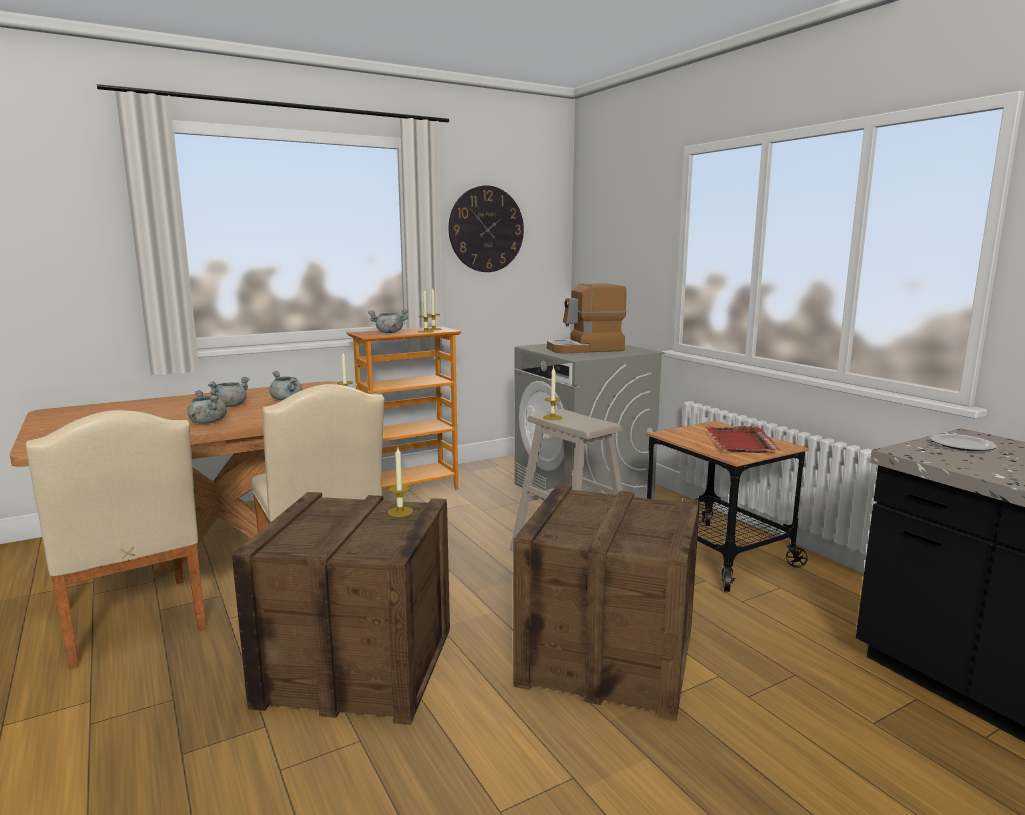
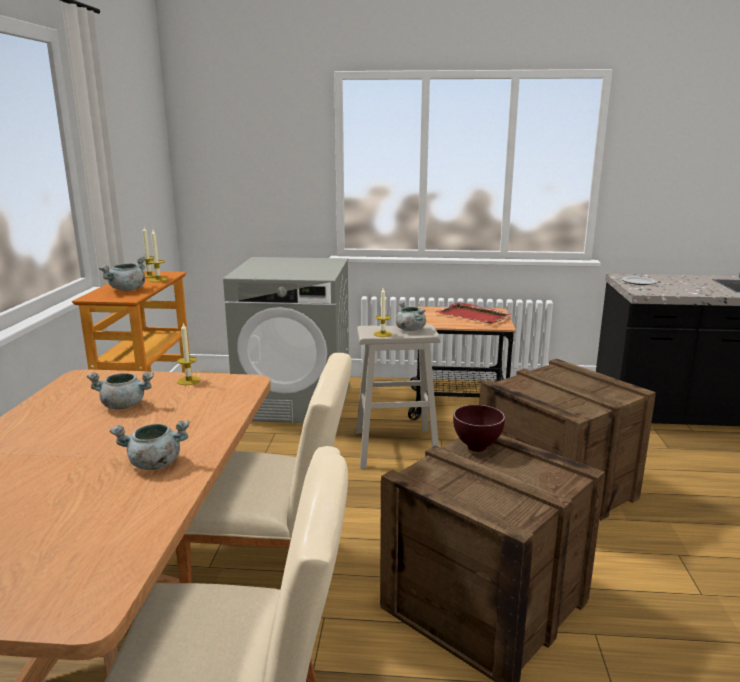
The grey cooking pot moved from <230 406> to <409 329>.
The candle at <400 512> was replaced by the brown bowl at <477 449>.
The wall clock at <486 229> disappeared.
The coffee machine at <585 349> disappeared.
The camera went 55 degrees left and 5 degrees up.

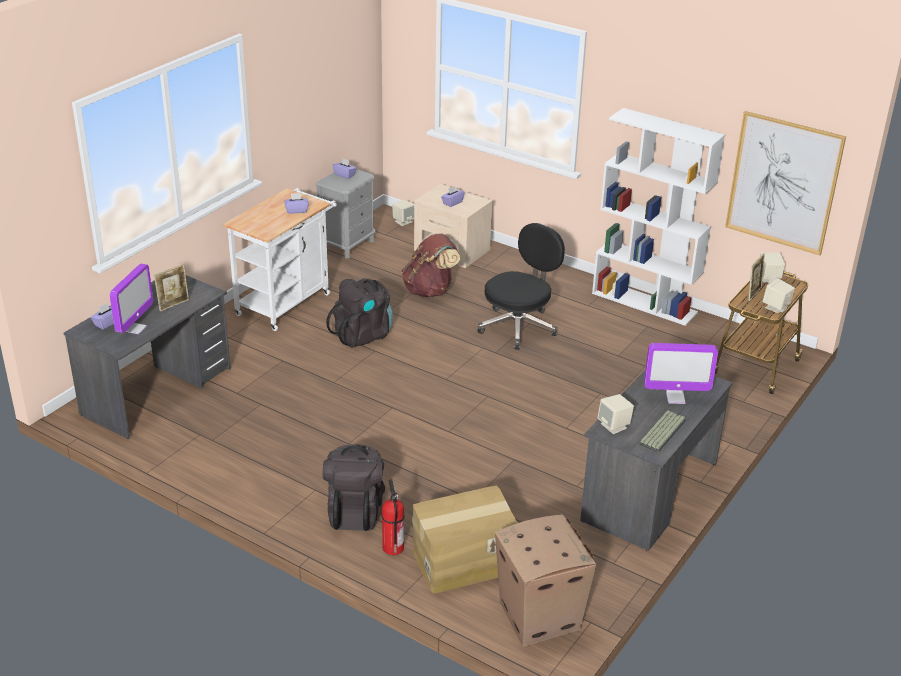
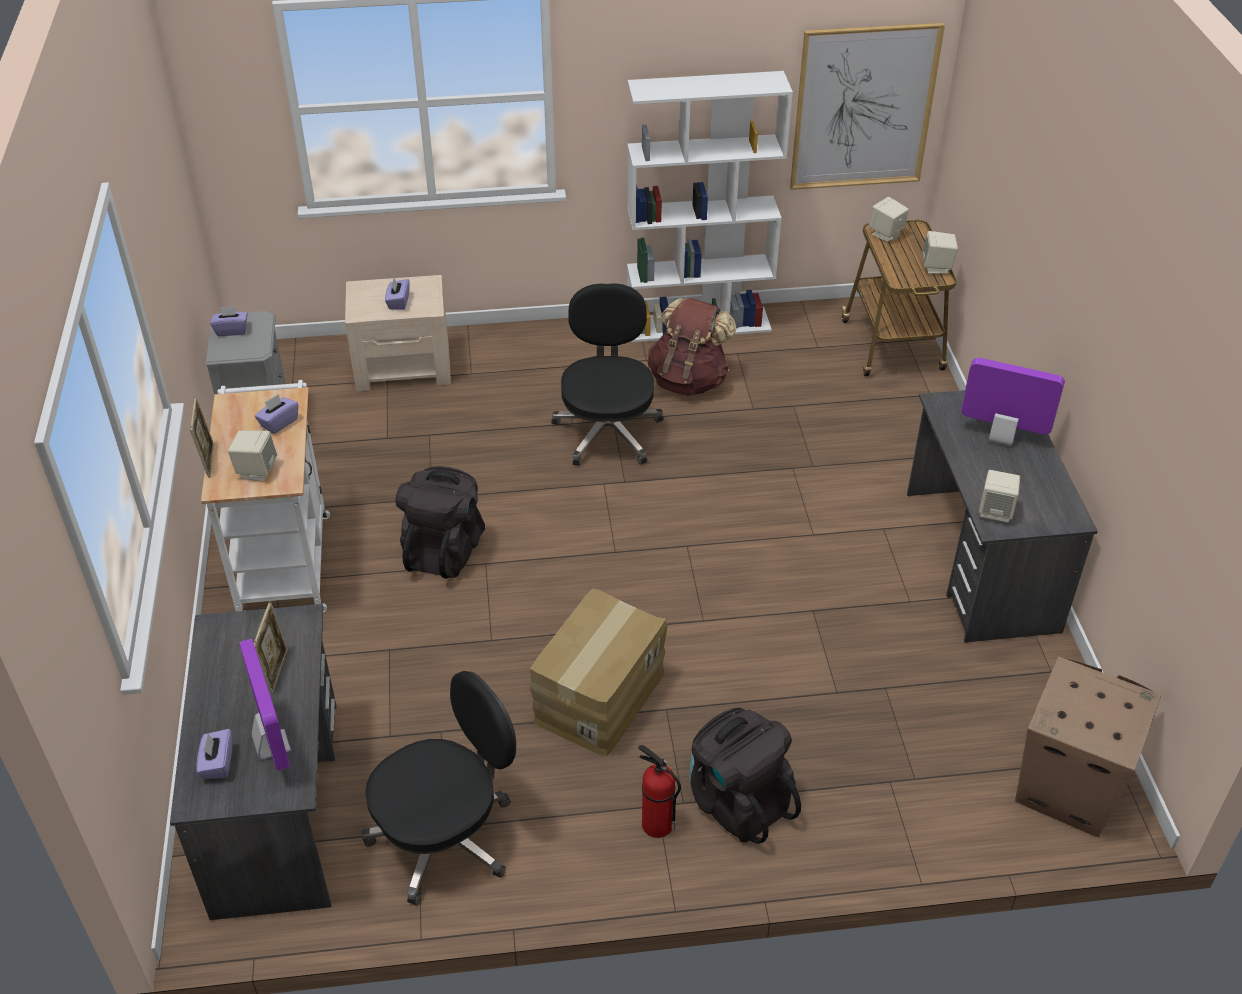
The fire extinguisher moved from <392 547> to <656 824>.
The beige speaker moved from <403 221> to <256 470>.
The brown backpack moved from <430 290> to <689 380>.
The cardboard box moved from <464 560> to <598 696>.
The keyboard at <663 432> disappeared.
The monitor at <675 398> turned 120 degrees counterclockwise.
The picture frame moved from <753 293> to <208 460>.
The black office chair at <446 837> appeared.
The camera went 40 degrees left and 10 degrees up.

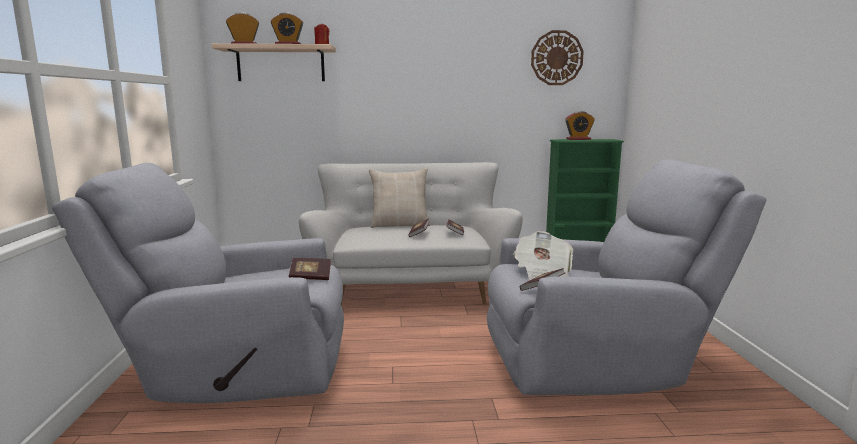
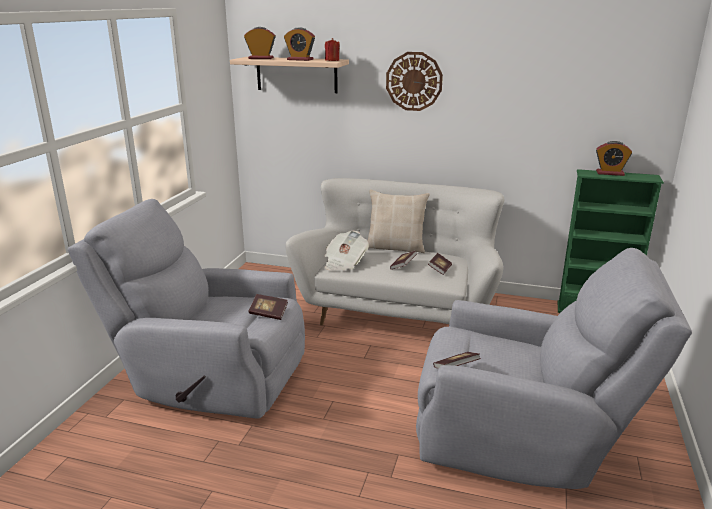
The newspaper moved from <542 273> to <344 263>.
The wall clock moved from <556 58> to <414 81>.
The camera went 20 degrees right and 10 degrees up.

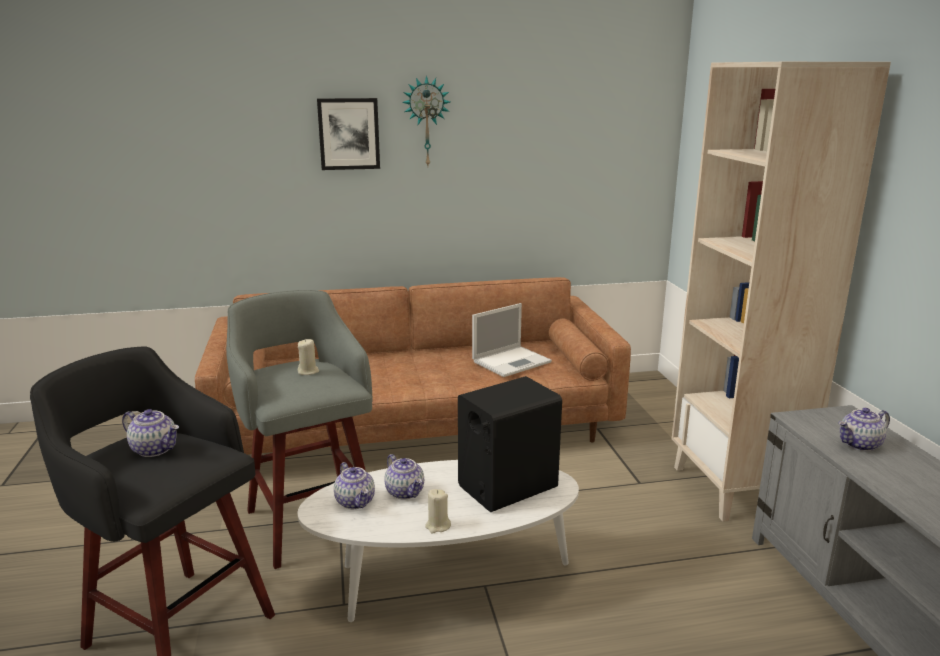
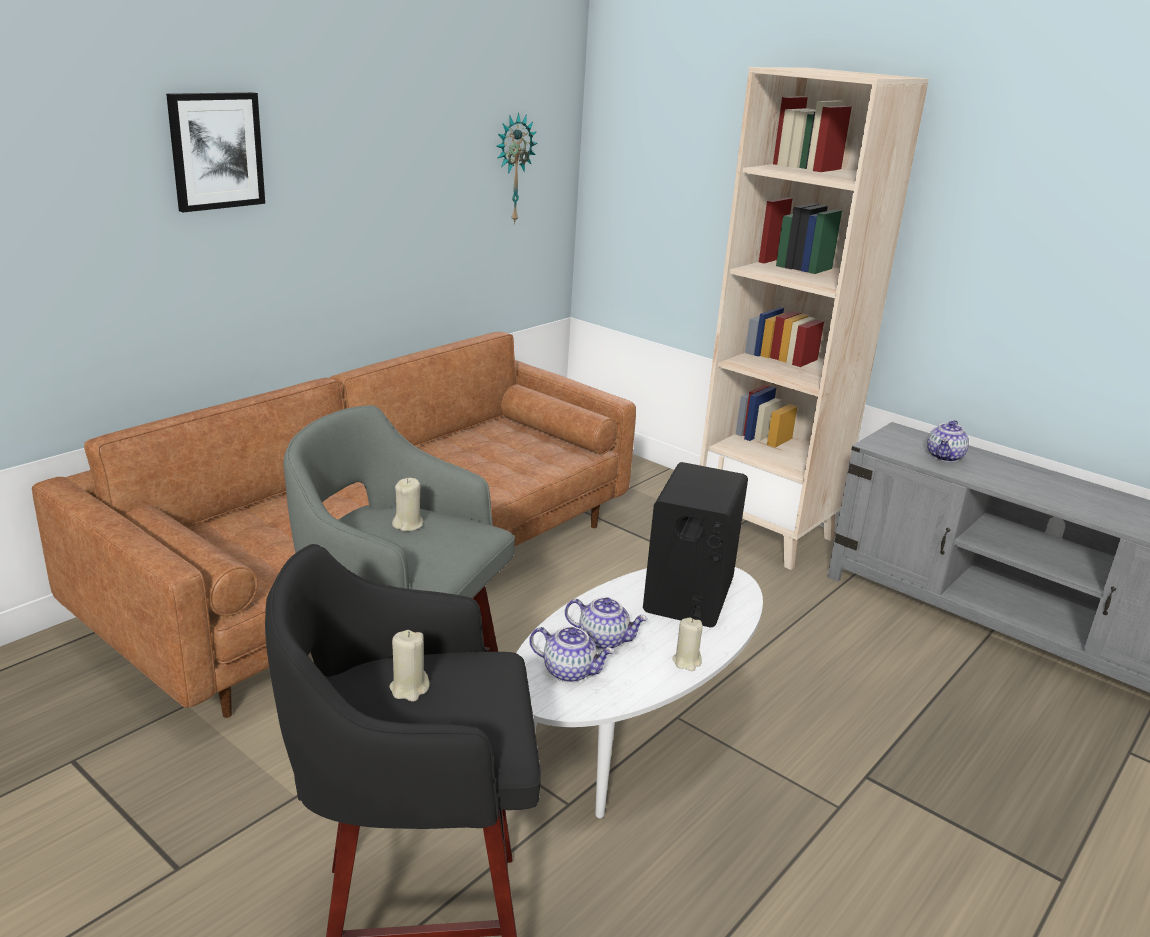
The teapot at <155 449> was replaced by the beige candle at <409 688>.
The wall clock moved from <426 122> to <513 169>.
The laptop at <512 361> disappeared.
The camera went 40 degrees left and 5 degrees up.

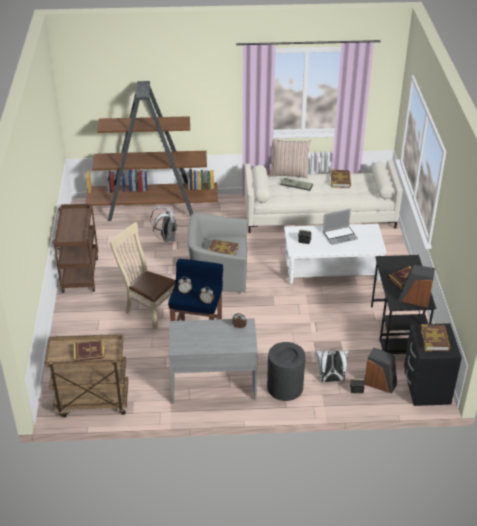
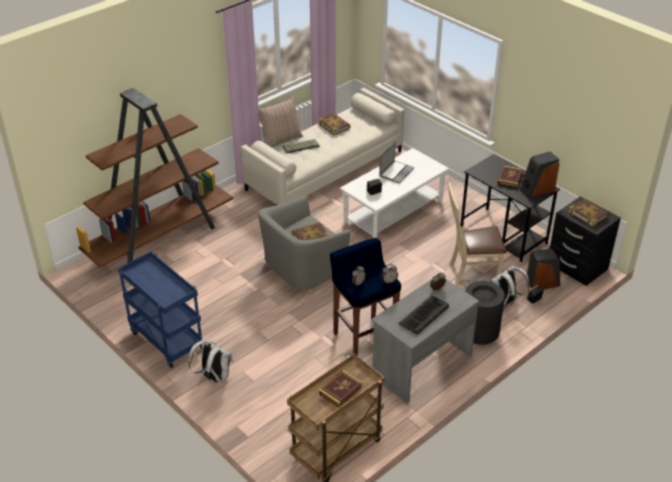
The brown cart at <80 274> became the blue cart at <165 340>.
The beige chair moved from <148 310> to <470 273>.
The white backpack moved from <166 238> to <213 377>.
The keyboard at <424 316> appeared.
The camera went 40 degrees left and 0 degrees up.

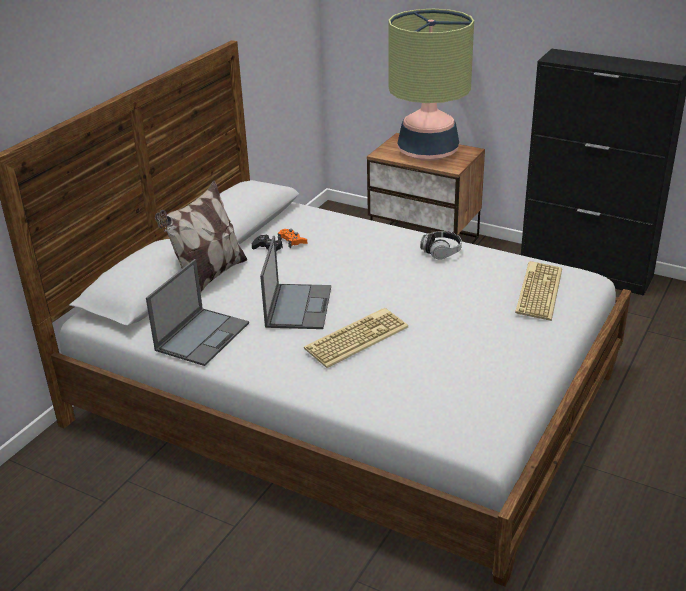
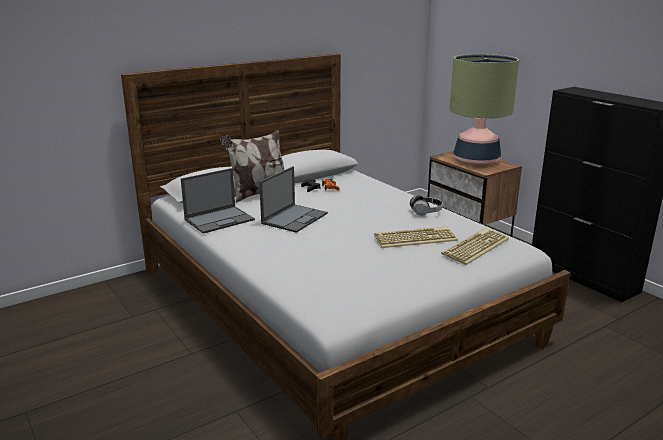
The keyboard moved from <356 337> to <415 238>.
The camera went 25 degrees right and 10 degrees down.

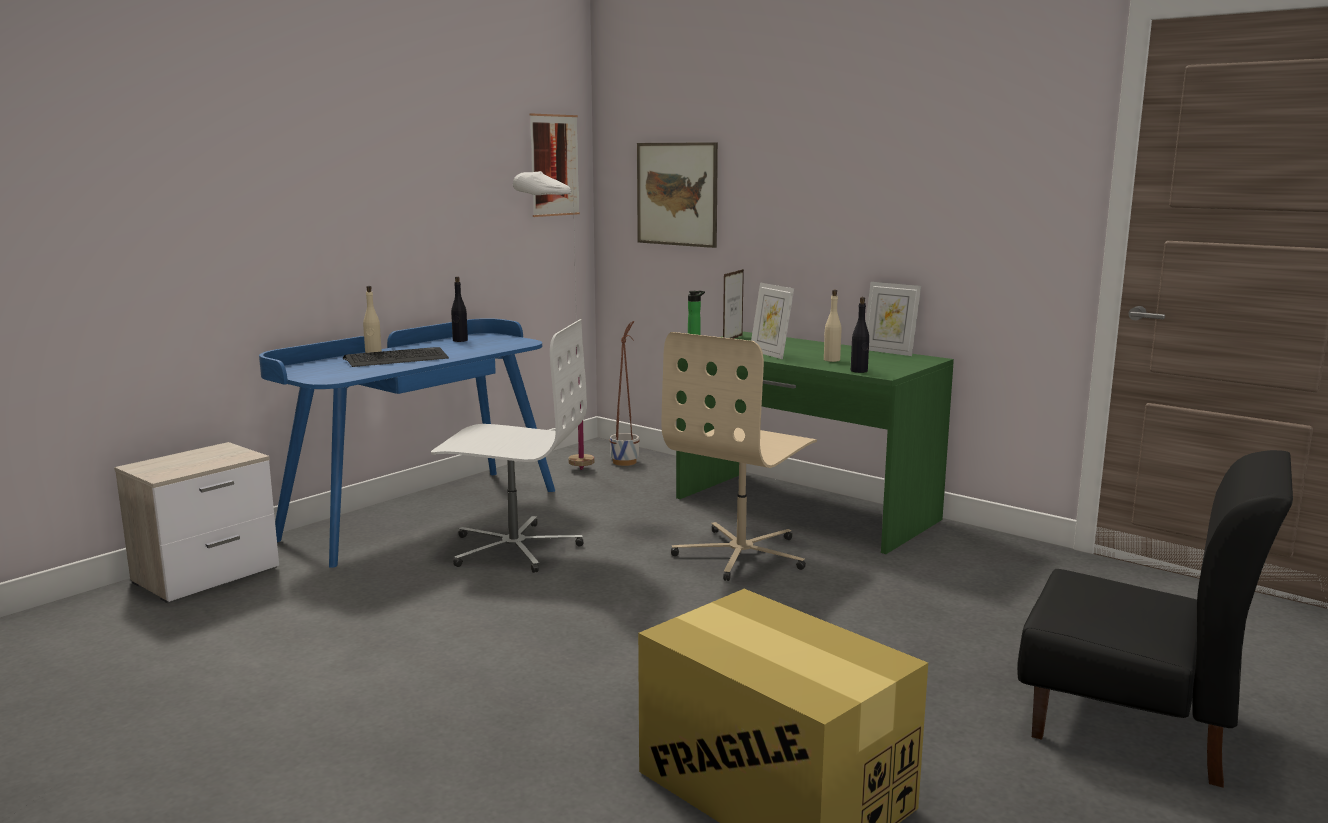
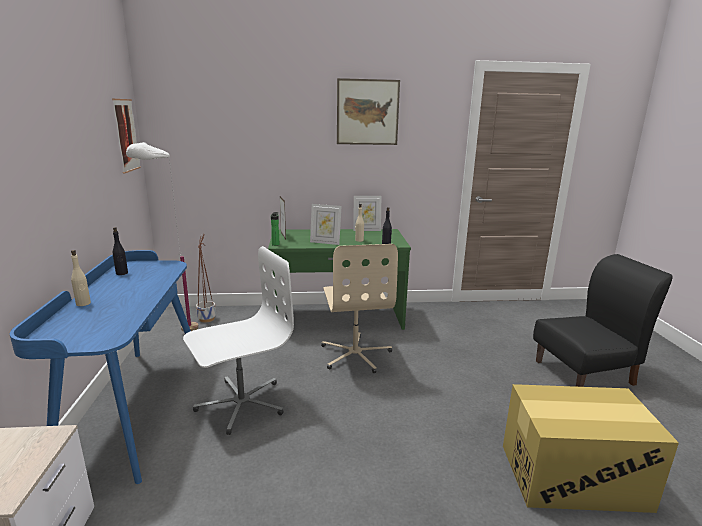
The keyboard at <397 359> disappeared.
The picture moved from <677 194> to <367 112>.
The camera went 45 degrees left and 5 degrees up.

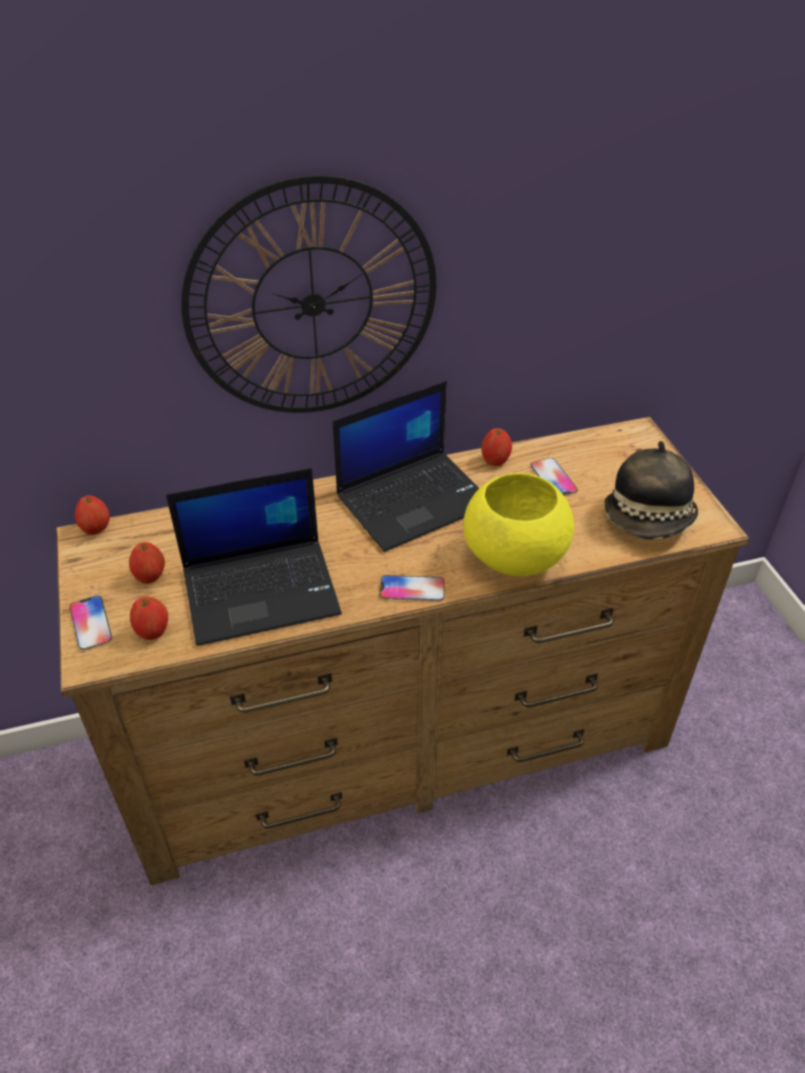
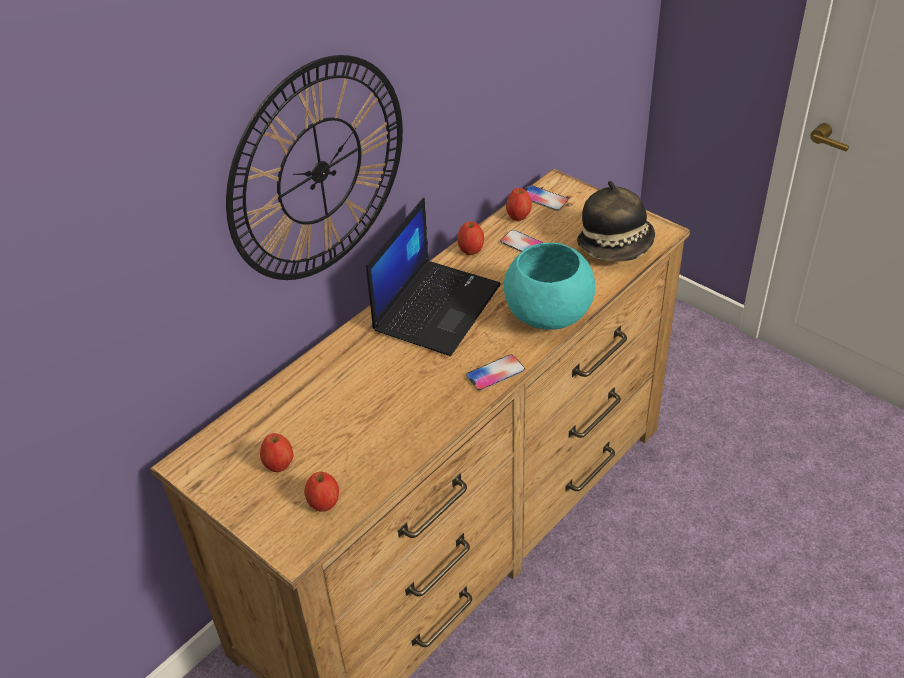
The phone moved from <91 623> to <543 199>.
The apple moved from <96 529> to <519 216>.
The laptop at <262 590> disappeared.
The yellow bowl at <514 558> became the turquoise bowl at <548 316>.
The camera went 30 degrees left and 0 degrees up.

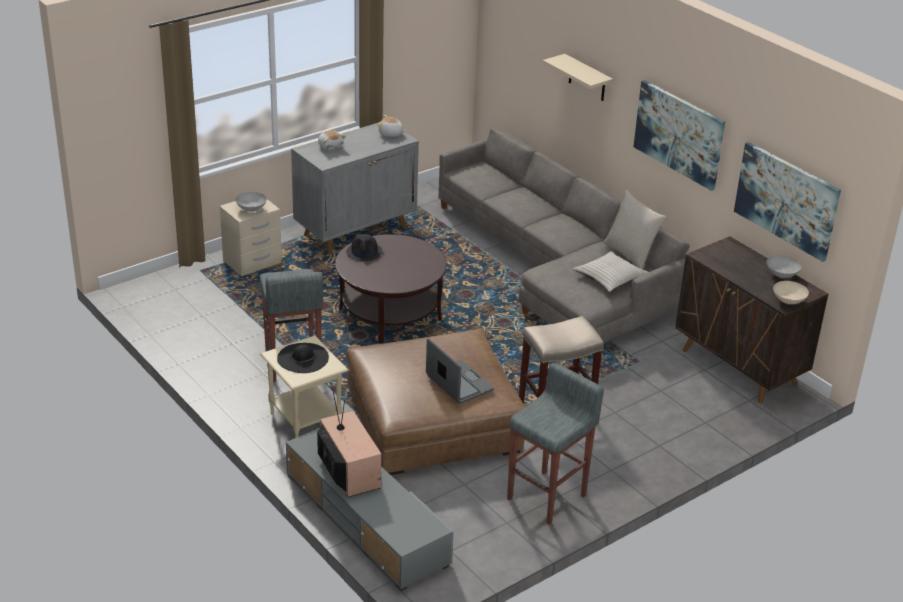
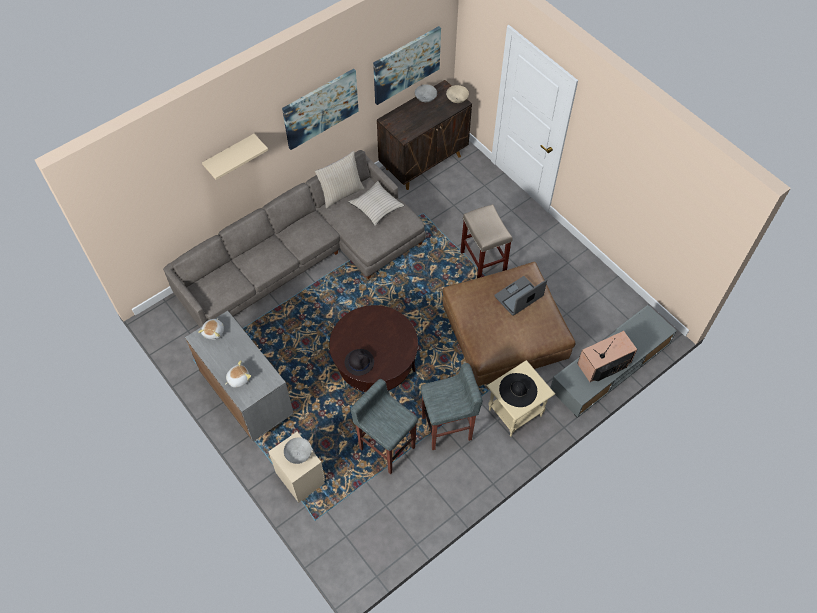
The grey stool moved from <548 497> to <387 447>.
The camera went 90 degrees left and 25 degrees up.

